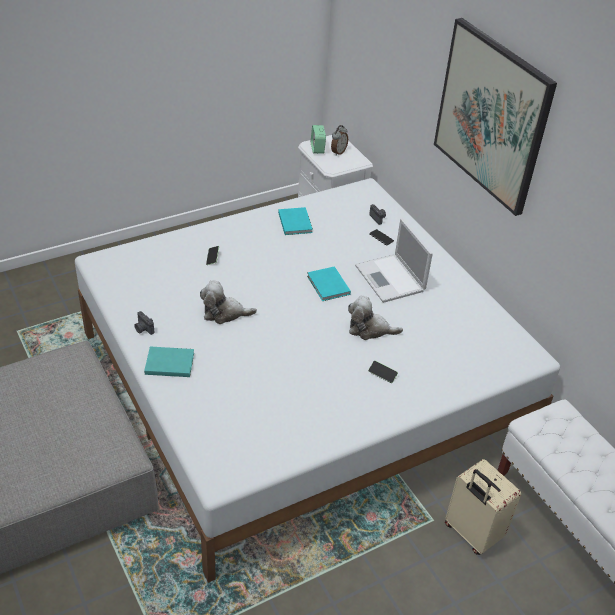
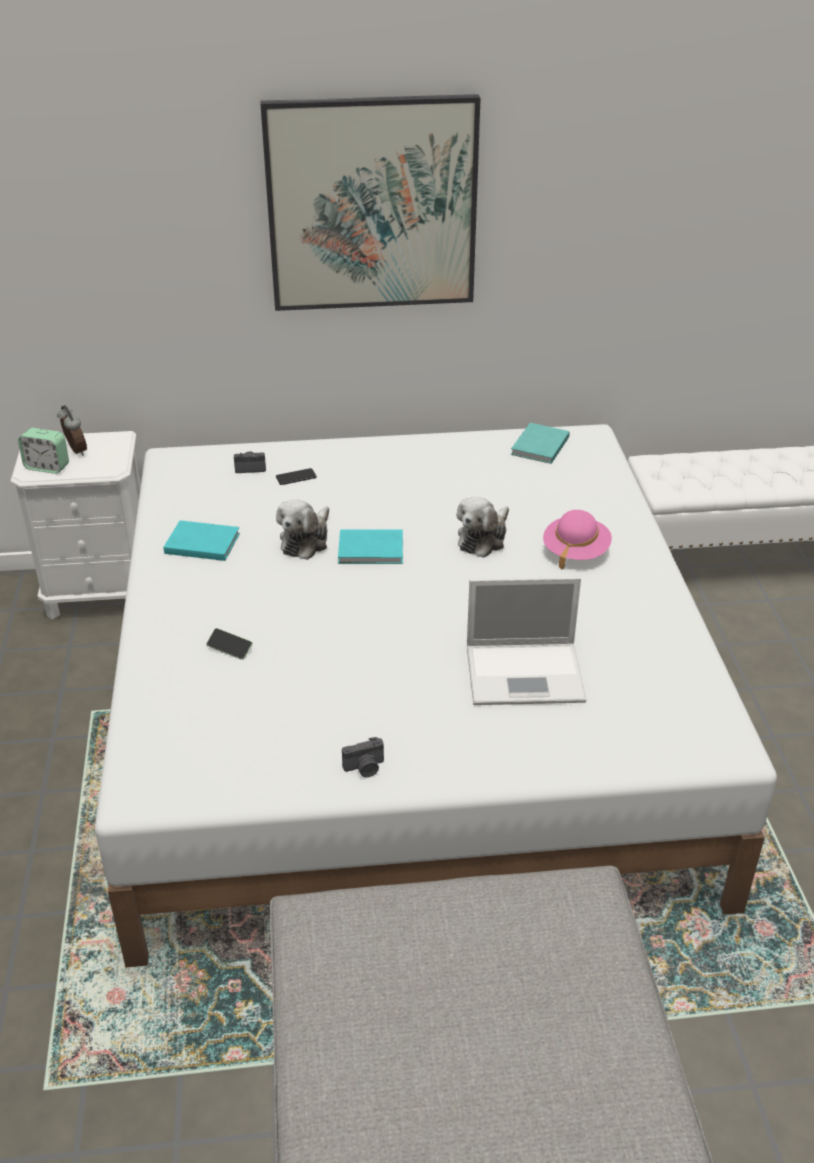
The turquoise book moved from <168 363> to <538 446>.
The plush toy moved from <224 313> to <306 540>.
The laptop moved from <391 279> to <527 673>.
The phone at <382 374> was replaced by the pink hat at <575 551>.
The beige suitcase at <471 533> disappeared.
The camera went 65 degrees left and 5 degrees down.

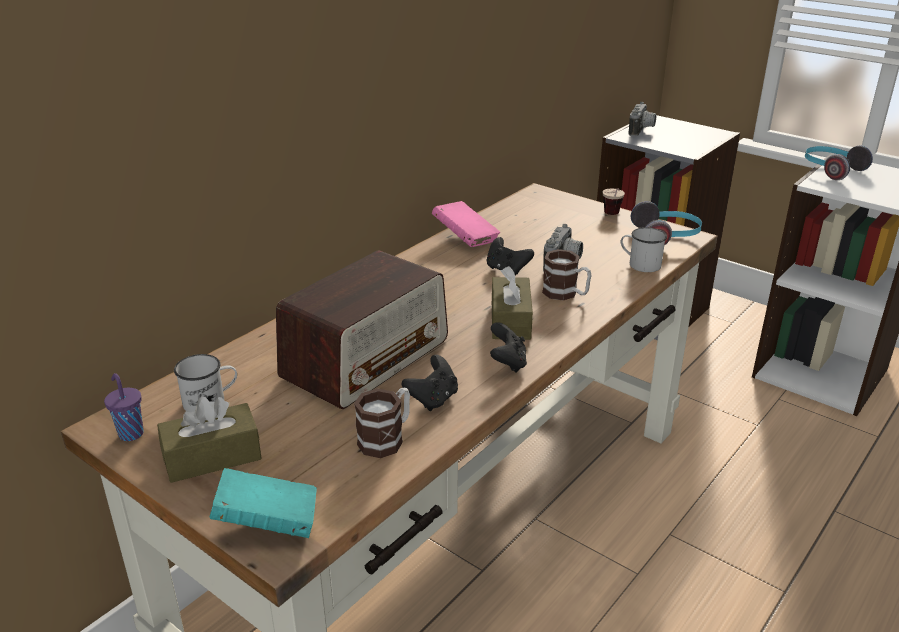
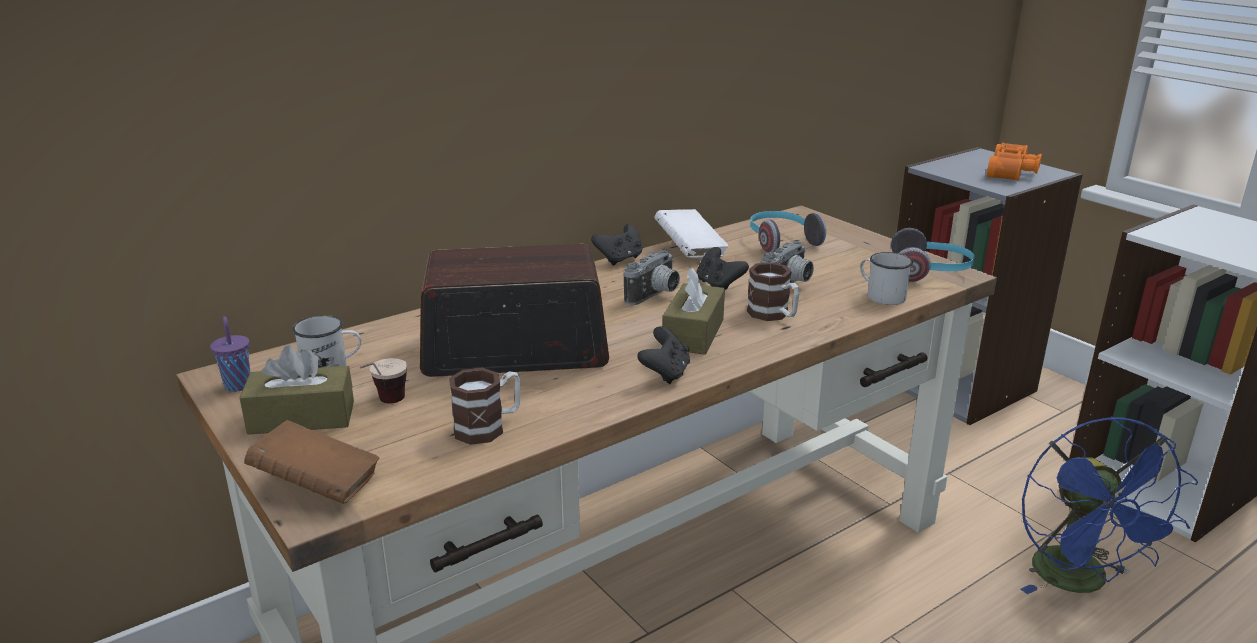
The turquoise book at <268 523> became the brown book at <318 486>.
The radio at <367 358> turned 150 degrees counterclockwise.
The black game controller moved from <433 399> to <619 259>.
The pink book at <465 238> became the white book at <690 250>.
The cup moved from <612 216> to <385 405>.
The photo camera moved from <642 131> to <655 296>.
The headphones moved from <831 170> to <780 241>.
The orange binoculars at <1013 173> appeared.
The blue fan at <1080 582> appeared.
The camera went 15 degrees right and 5 degrees down.

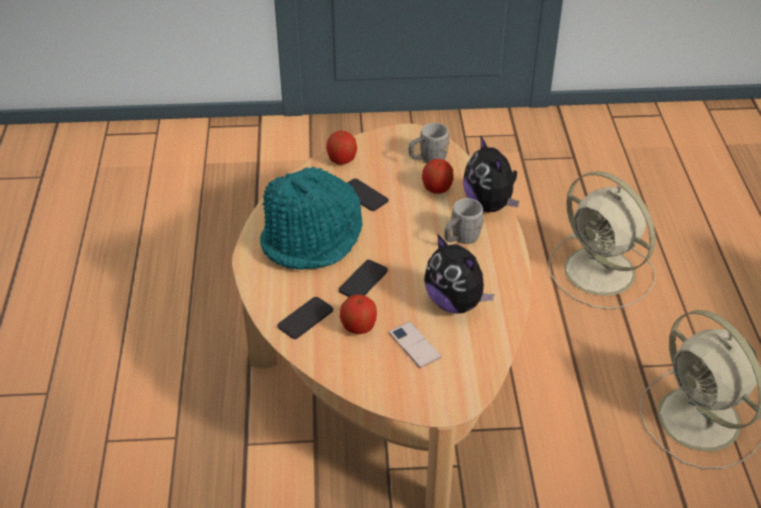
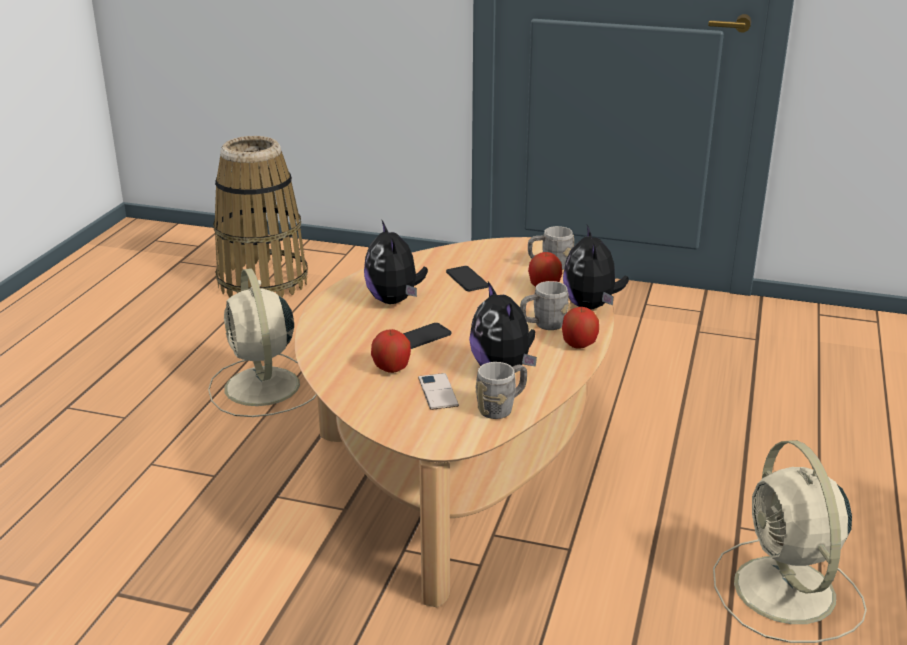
The turquoise hat at <313 238> was replaced by the plush toy at <395 300>.
The phone at <305 318> disappeared.
The apple moved from <341 160> to <579 344>.
The beige fan moved from <602 273> to <263 388>.
The basket at <263 281> appeared.
The grey mug at <501 407> appeared.
The camera went 20 degrees right and 15 degrees down.

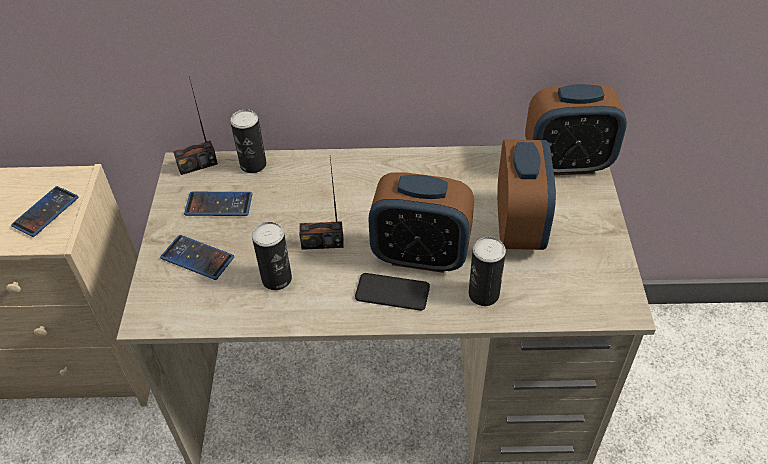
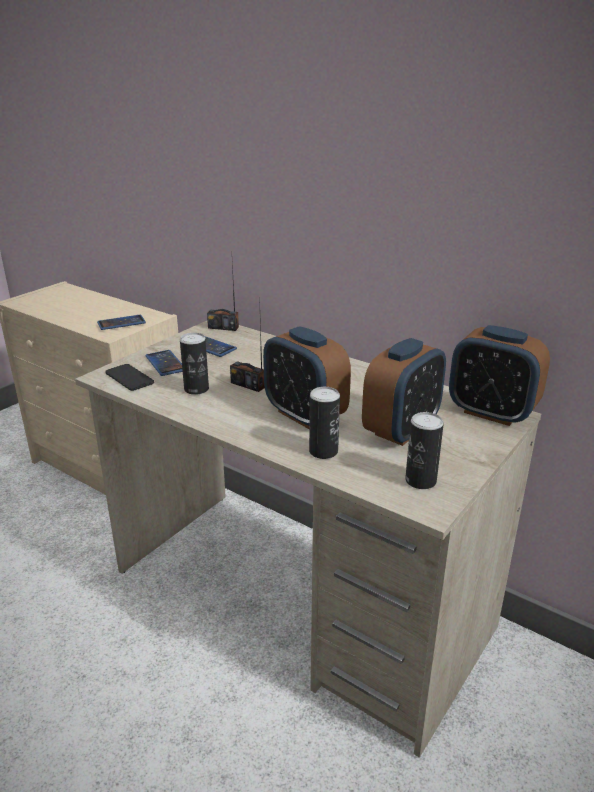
The can moved from <253 164> to <420 481>.
The phone moved from <392 292> to <129 378>.
The camera went 35 degrees right and 20 degrees down.

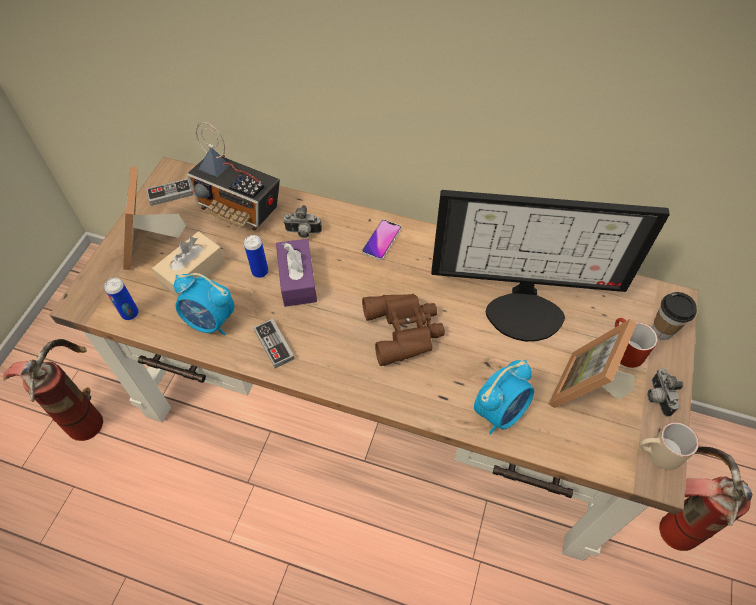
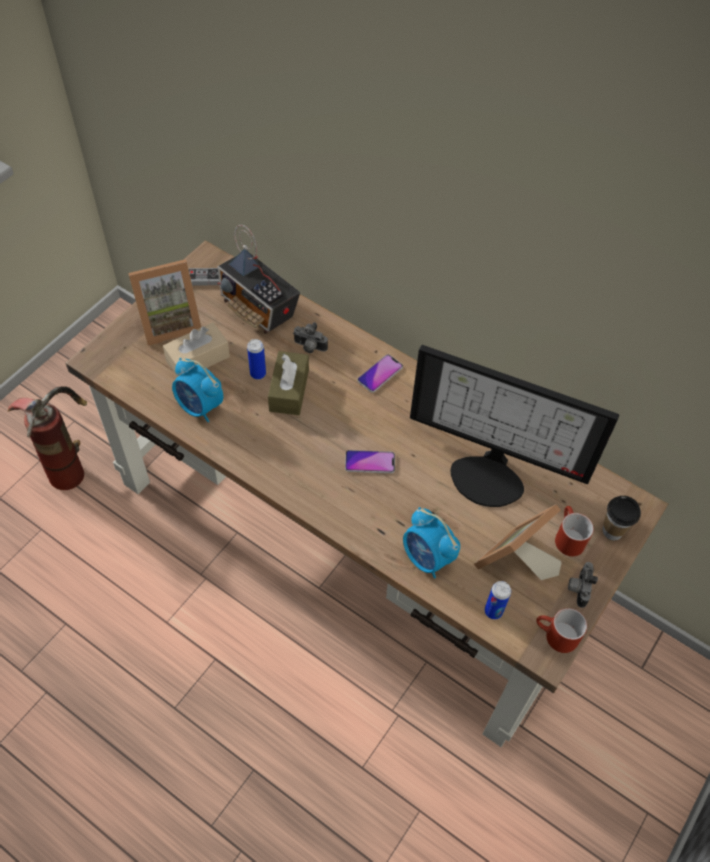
The can moved from <130 313> to <493 611>.
The picture frame at <151 244> turned 120 degrees counterclockwise.
The game controller at <274 344> disappeared.
The purple tissue box at <297 280> became the brown tissue box at <289 390>.
The brown binoculars at <405 330> was replaced by the phone at <370 462>.
The alarm clock at <500 412> turned 75 degrees clockwise.
The beige mug at <657 454> became the red mug at <555 636>.
The fire extinguisher at <669 516> disappeared.
The camera went 15 degrees right and 0 degrees up.

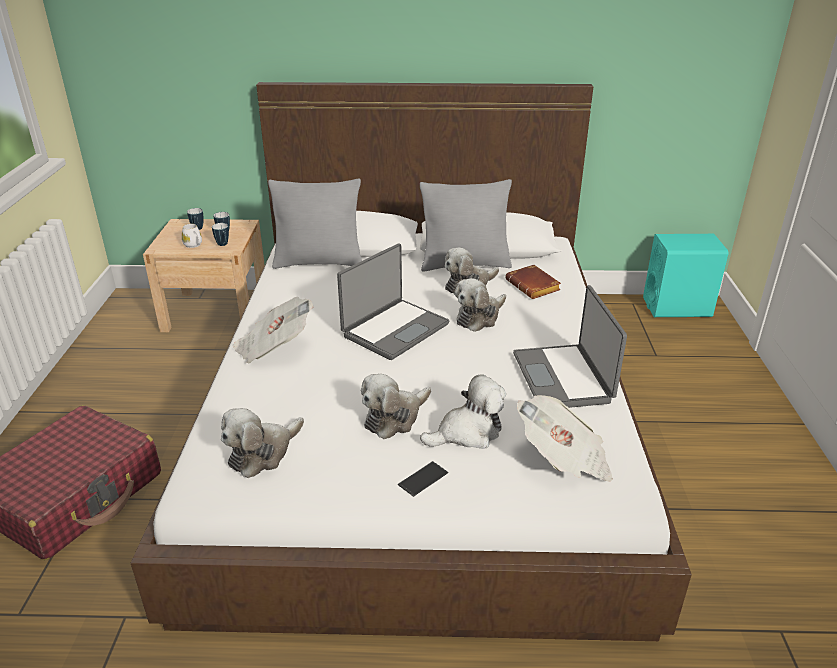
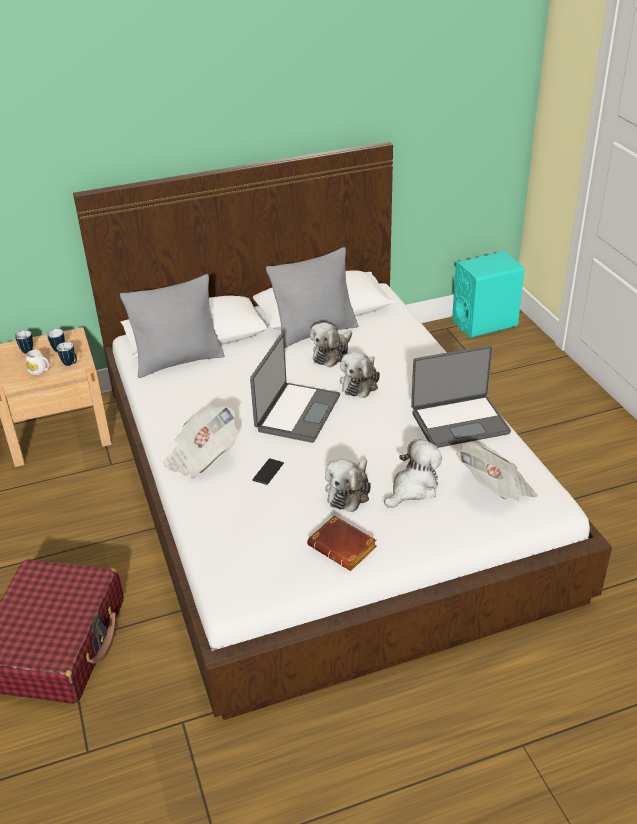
The plush toy at <262 453> disappeared.
The phone moved from <423 479> to <268 471>.
The brown book moved from <534 286> to <344 547>.
The laptop at <564 378> turned 75 degrees counterclockwise.
The camera went 20 degrees left and 5 degrees up.

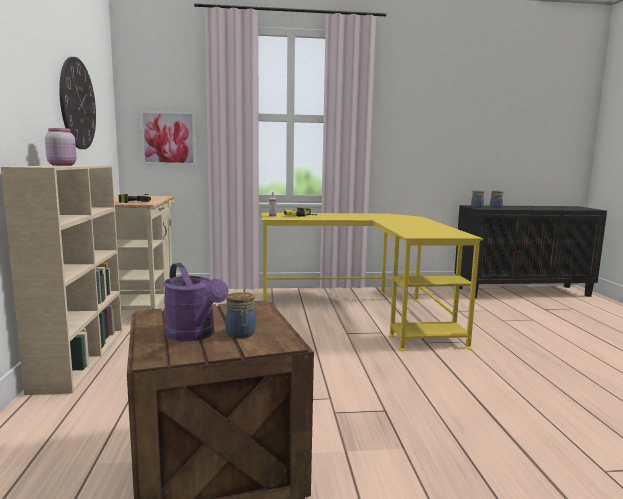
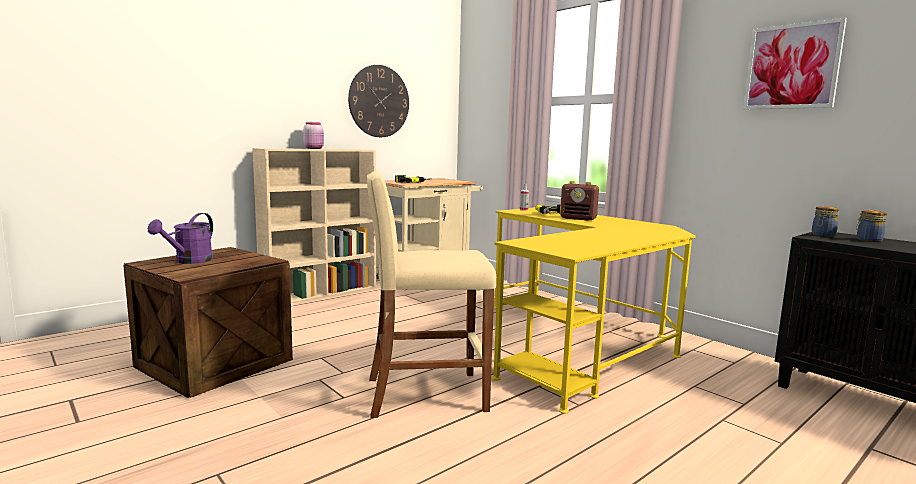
The picture moved from <168 138> to <792 66>.
The jar at <241 334> disappeared.
The beige stool at <425 394> appeared.
The radio at <578 219> appeared.
The camera went 55 degrees right and 0 degrees up.

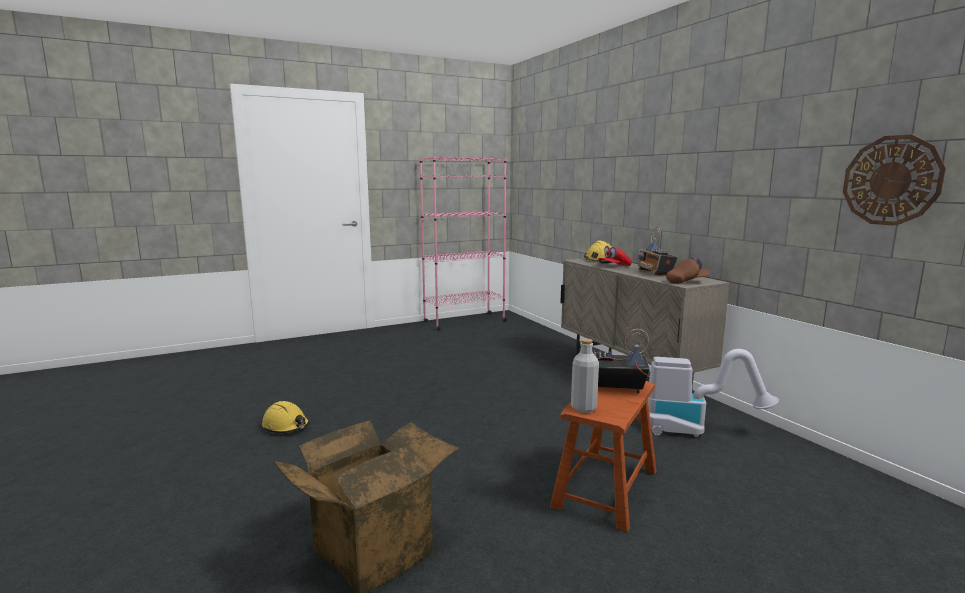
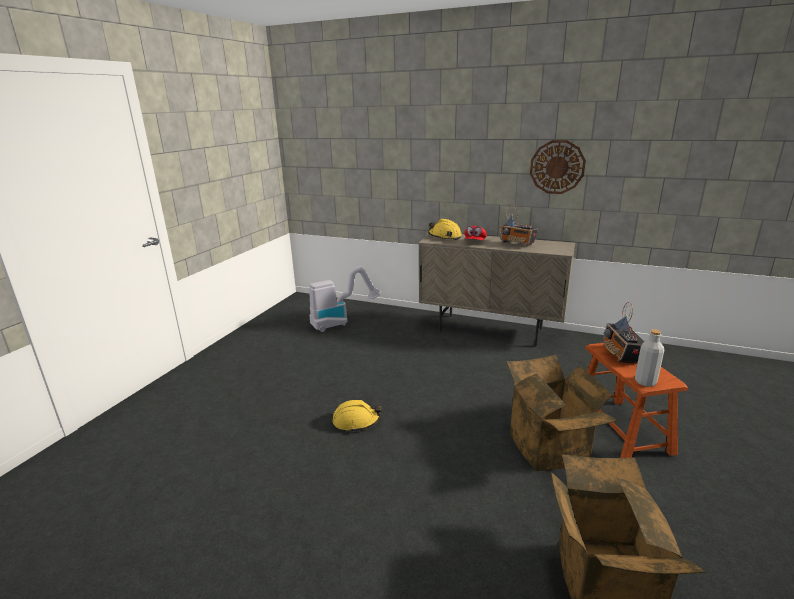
The yellow hard hat moved from <286 426> to <356 421>.
The pink bookcase at <464 321> disappeared.
The radio at <615 388> turned 60 degrees counterclockwise.
The vacuum cleaner moved from <695 430> to <341 321>.
The brown cap at <686 282> disappeared.
The wall clock moved from <891 180> to <557 167>.
The cardboard box at <552 447> appeared.
The camera went 40 degrees left and 10 degrees up.

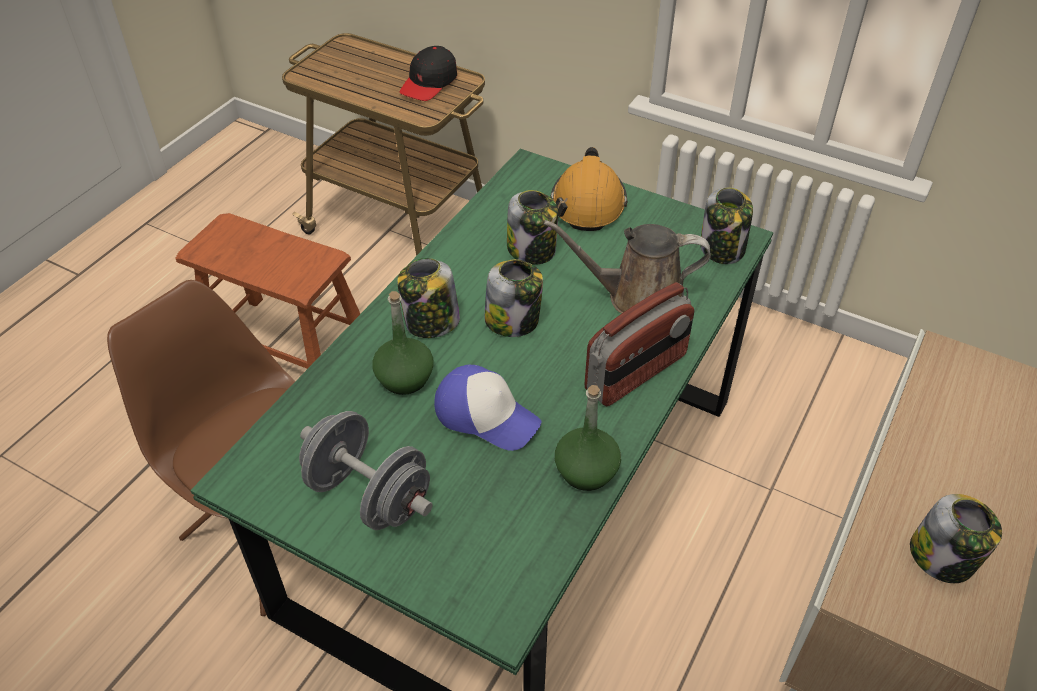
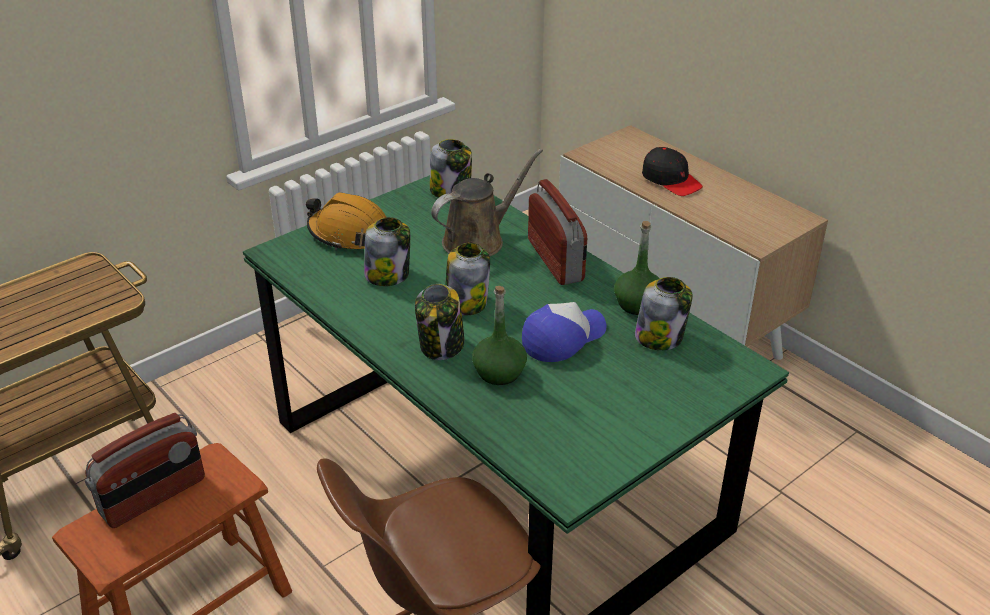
The grey dumbbell at <369 494> disappeared.
The black cap moved from <429 83> to <671 180>.
The brown watering can at <637 297> turned 150 degrees counterclockwise.
The jar moved from <942 558> to <660 337>.
The radio at <154 497> appeared.
The camera went 70 degrees left and 10 degrees down.

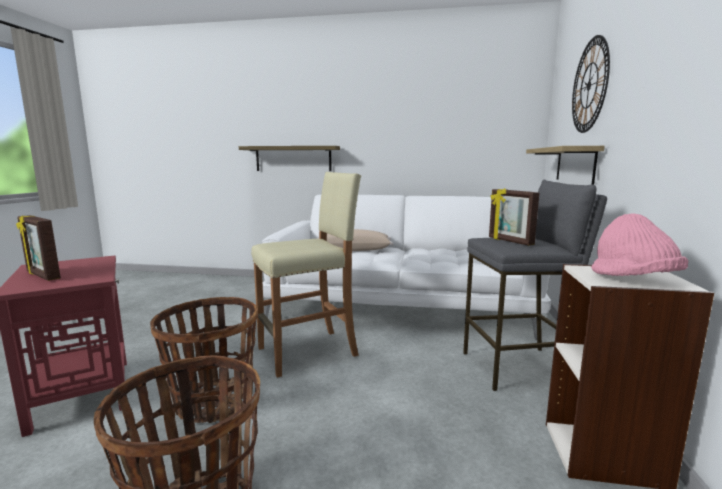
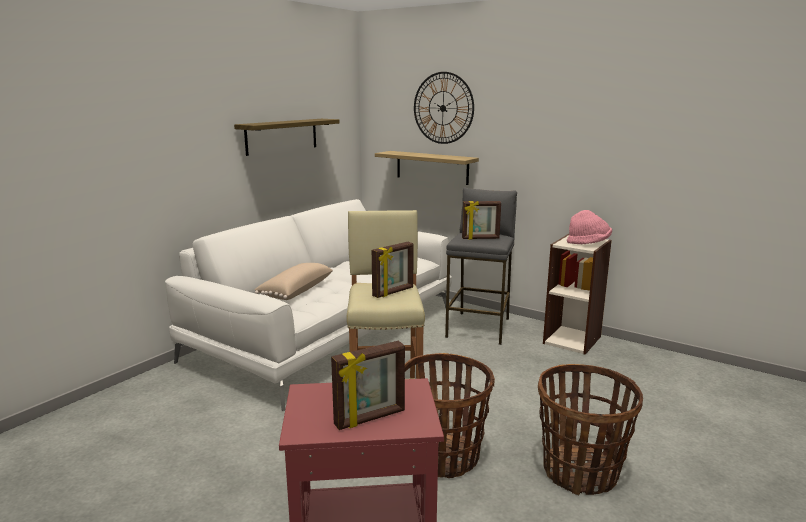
The shelf moved from <293 158> to <282 136>.
The picture frame at <393 292> appeared.
The camera went 65 degrees left and 5 degrees up.

